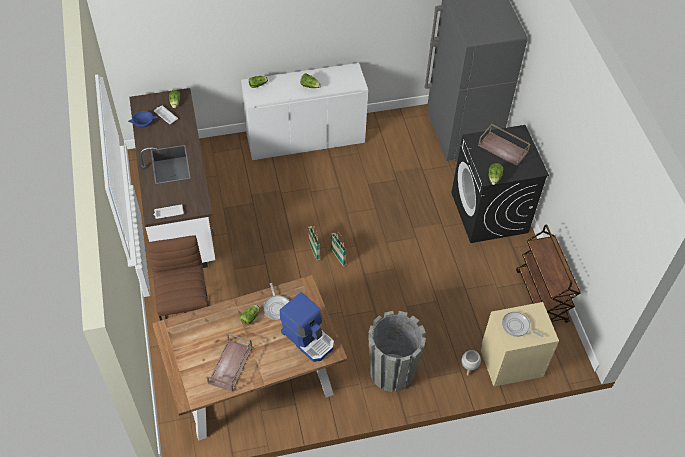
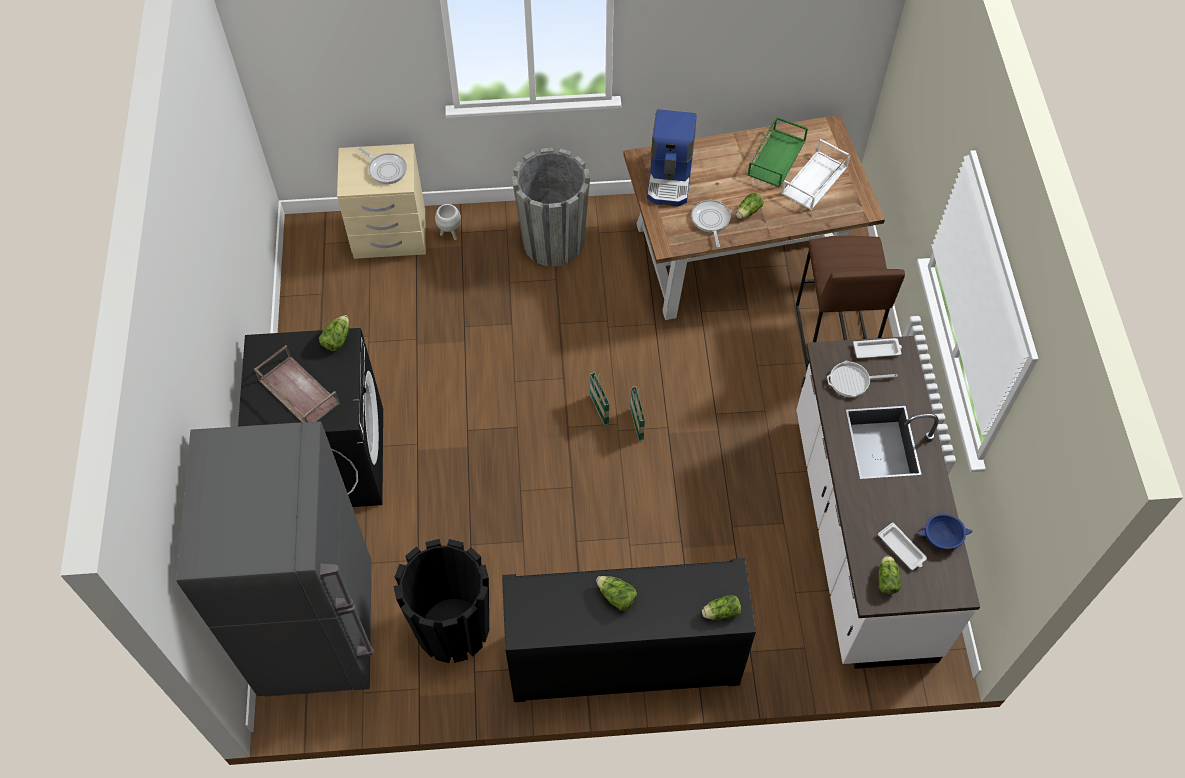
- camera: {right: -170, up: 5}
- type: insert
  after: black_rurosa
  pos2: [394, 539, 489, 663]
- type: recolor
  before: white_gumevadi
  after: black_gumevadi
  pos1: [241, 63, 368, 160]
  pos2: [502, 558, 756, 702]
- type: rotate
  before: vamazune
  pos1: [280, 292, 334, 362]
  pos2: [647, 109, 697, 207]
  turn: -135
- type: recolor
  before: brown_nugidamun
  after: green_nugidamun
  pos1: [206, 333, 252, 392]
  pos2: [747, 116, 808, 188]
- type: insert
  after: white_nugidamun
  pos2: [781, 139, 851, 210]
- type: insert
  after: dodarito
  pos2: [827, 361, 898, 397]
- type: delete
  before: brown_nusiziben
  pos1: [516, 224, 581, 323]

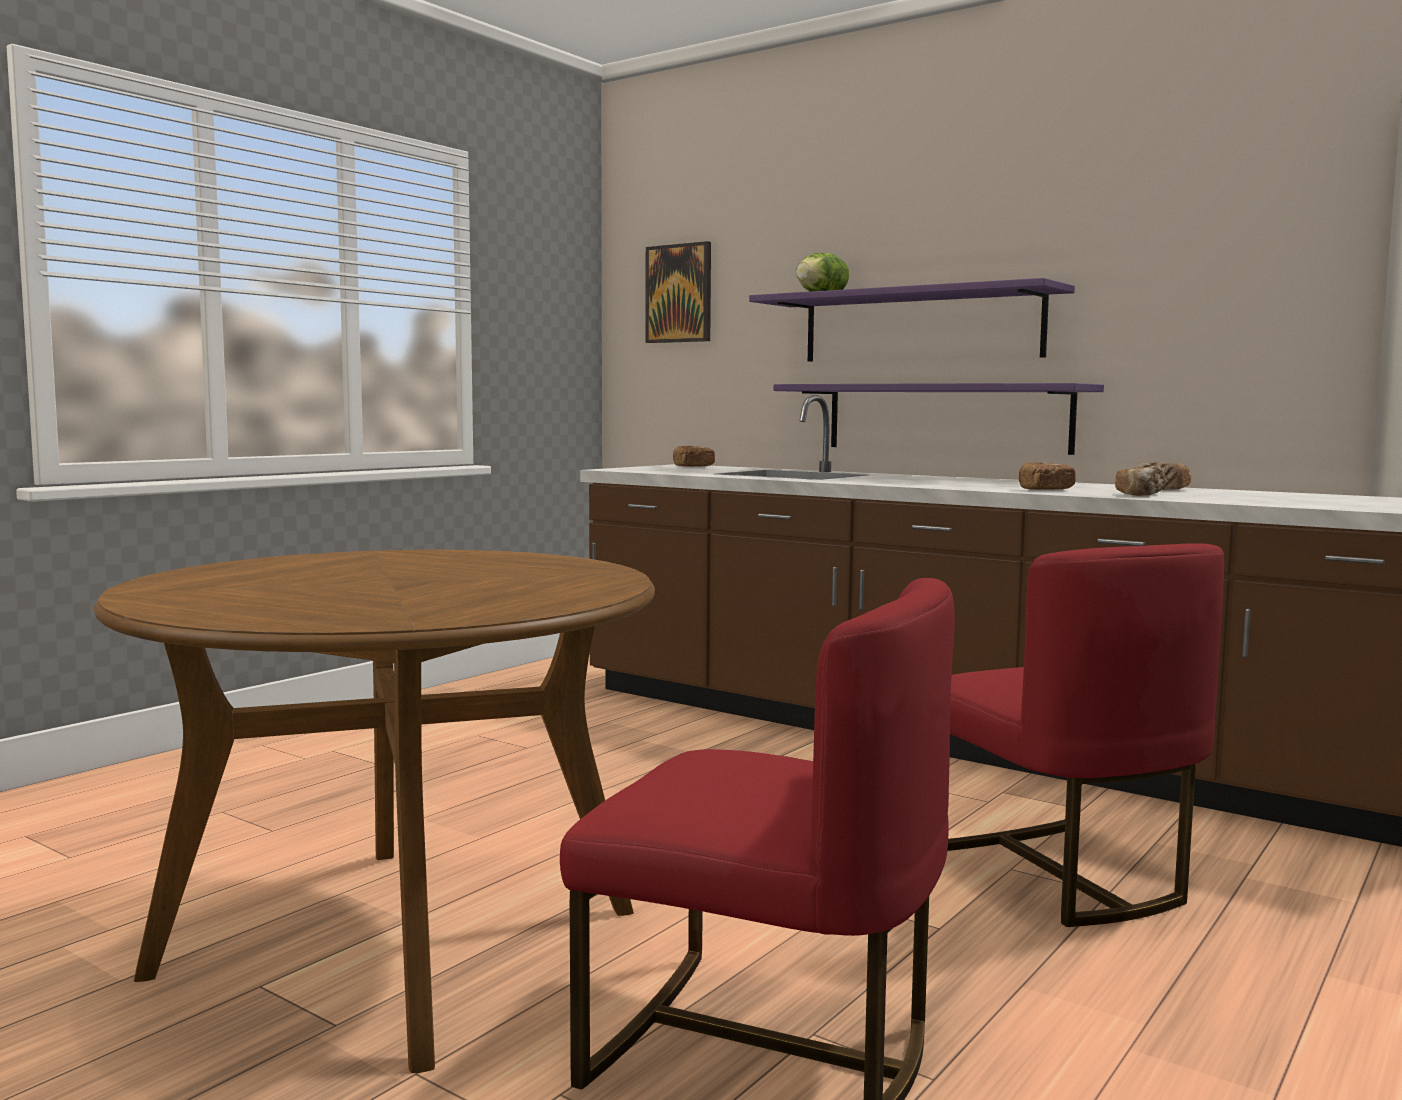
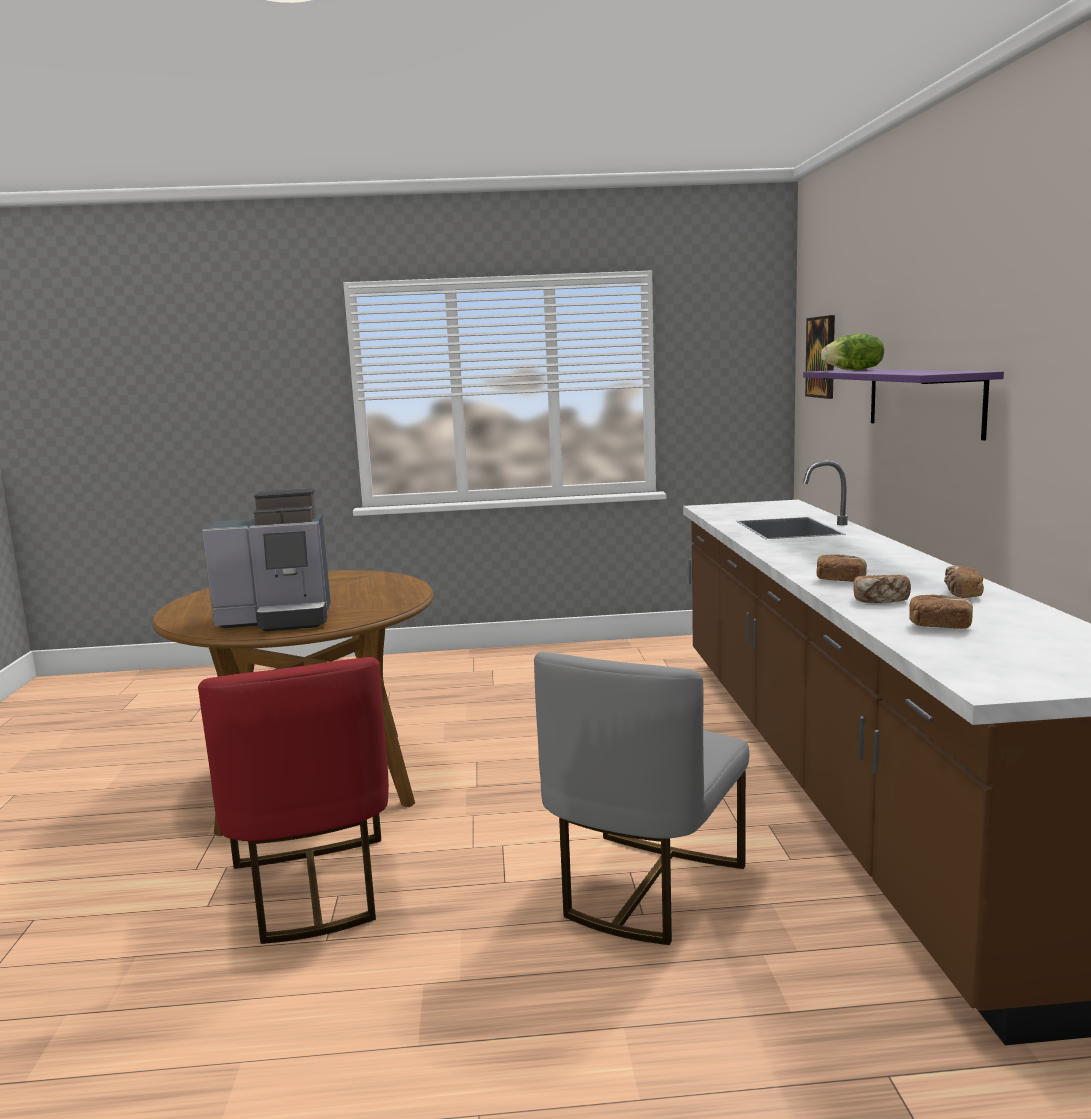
- camera: {right: 50, up: 5}
- type: insert
  after: vamazune
  pos2: [202, 488, 331, 632]
- type: recolor
  before: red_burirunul
  after: grey_burirunul
  pos1: [947, 543, 1224, 927]
  pos2: [534, 652, 749, 945]
- type: move
  before: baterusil
  pos1: [673, 446, 715, 467]
  pos2: [909, 595, 973, 629]
- type: delete
  before: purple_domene
  pos1: [774, 383, 1104, 455]

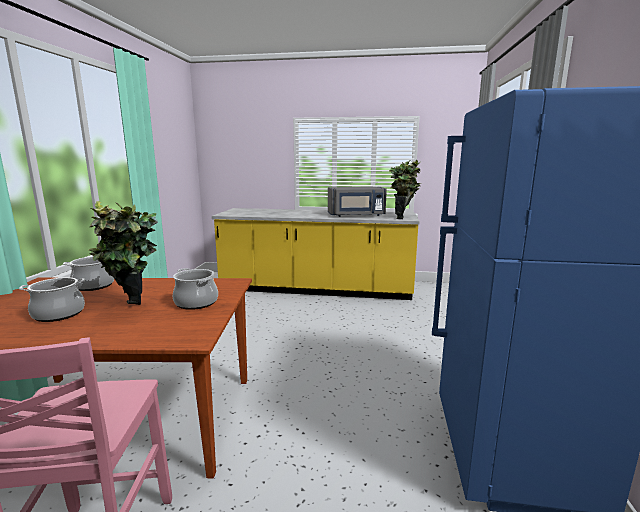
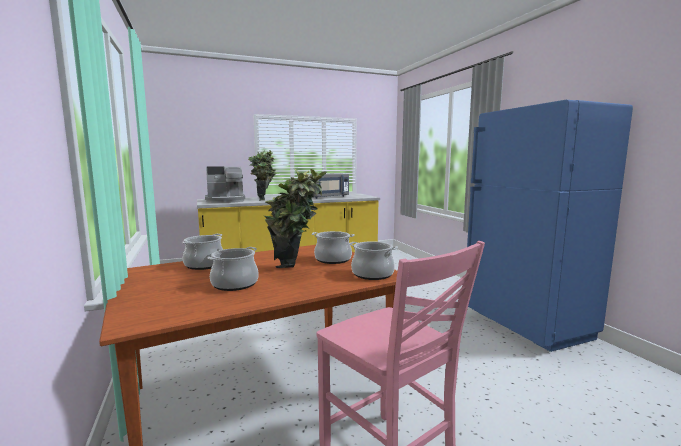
- camera: {right: -30, up: -5}
- type: insert
  after: vamazune
  pos2: [205, 166, 245, 203]
- type: move
  before: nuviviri
  pos1: [389, 160, 421, 219]
  pos2: [248, 150, 276, 201]
- type: insert
  after: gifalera
  pos2: [350, 241, 398, 280]

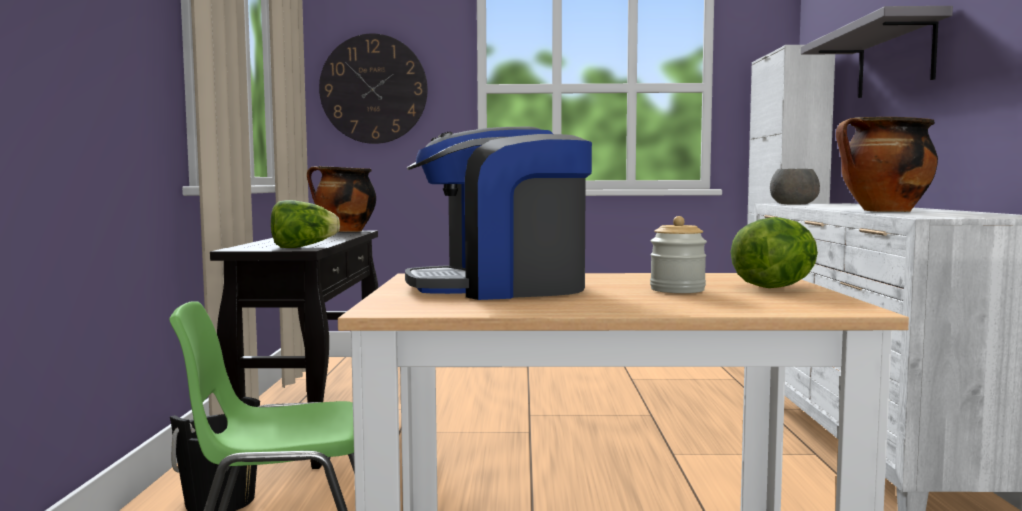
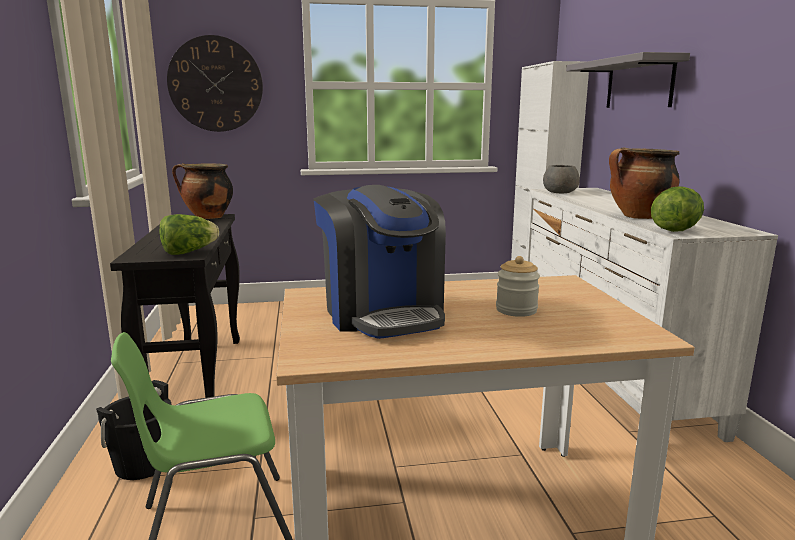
- camera: {right: -10, up: 10}
- type: rotate
  before: vamazune
  pos1: [405, 127, 592, 300]
  pos2: [314, 185, 446, 339]
  turn: -90
- type: move
  before: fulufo
  pos1: [731, 217, 818, 288]
  pos2: [651, 186, 704, 232]

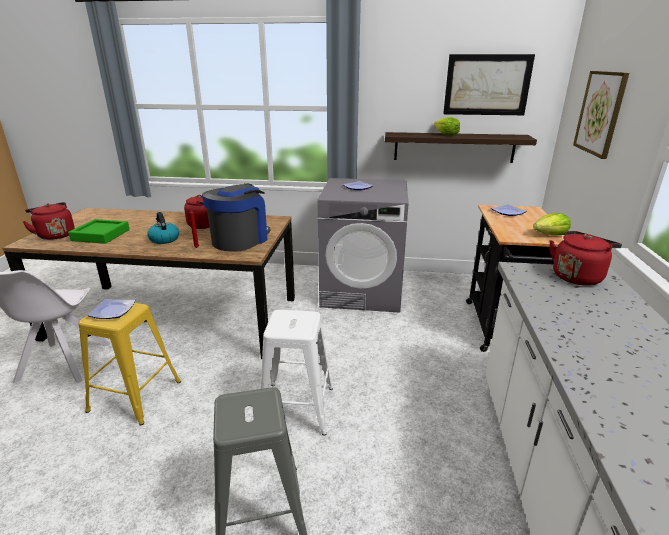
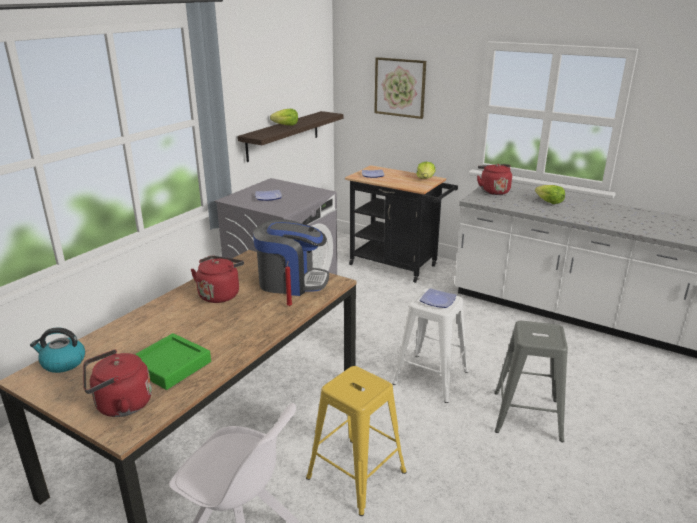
- camera: {right: -65, up: 0}
- type: move
  before: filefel
  pos1: [147, 212, 179, 244]
  pos2: [30, 328, 85, 373]
- type: rotate
  before: vamazune
  pos1: [202, 183, 270, 252]
  pos2: [253, 219, 329, 296]
  turn: 135
- type: move
  before: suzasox
  pos1: [87, 299, 135, 319]
  pos2: [420, 288, 456, 308]
- type: insert
  after: fulufo
  pos2: [535, 185, 565, 204]
- type: delete
  before: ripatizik
  pos1: [443, 54, 535, 115]

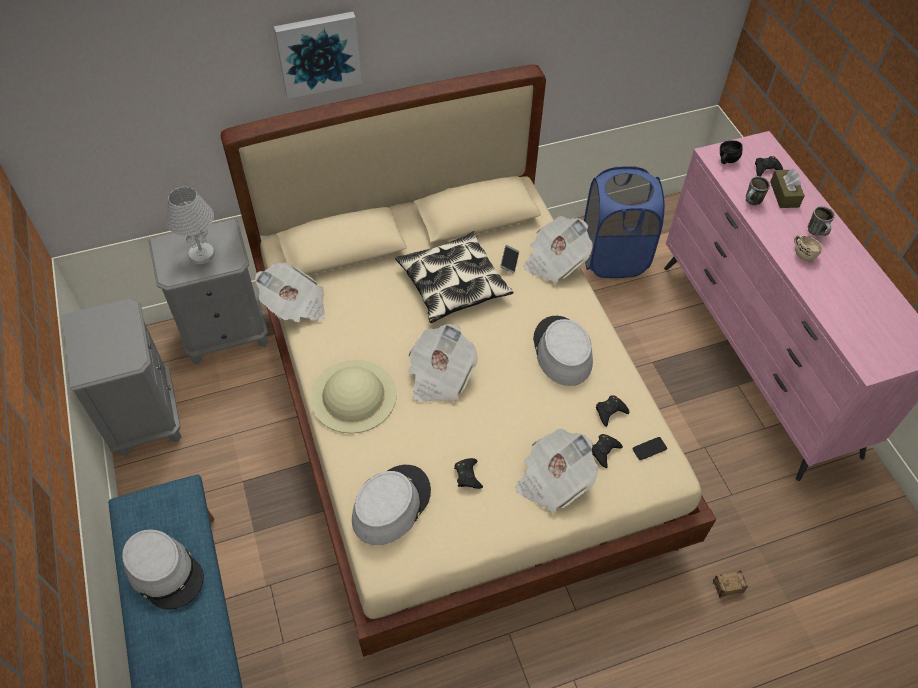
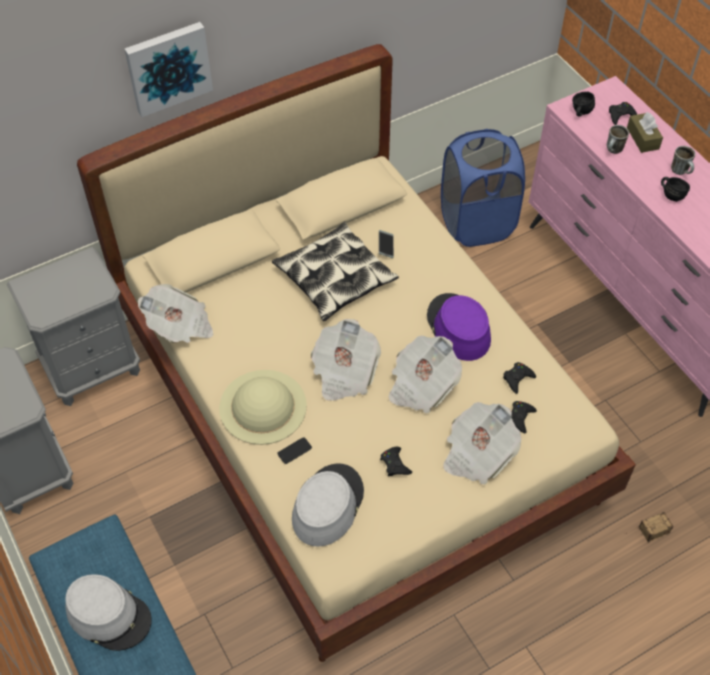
- camera: {right: -10, up: 0}
- type: move
  before: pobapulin
  pos1: [632, 437, 667, 460]
  pos2: [277, 437, 312, 464]
- type: move
  before: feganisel
  pos1: [523, 216, 593, 283]
  pos2: [388, 335, 462, 413]
- type: recolor
  before: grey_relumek
  after: purple_relumek
  pos1: [533, 316, 593, 386]
  pos2: [427, 293, 491, 361]
- type: recolor
  before: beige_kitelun
  after: black_kitelun
  pos1: [794, 235, 823, 261]
  pos2: [661, 177, 690, 202]
- type: delete
  before: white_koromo
  pos1: [166, 187, 215, 264]

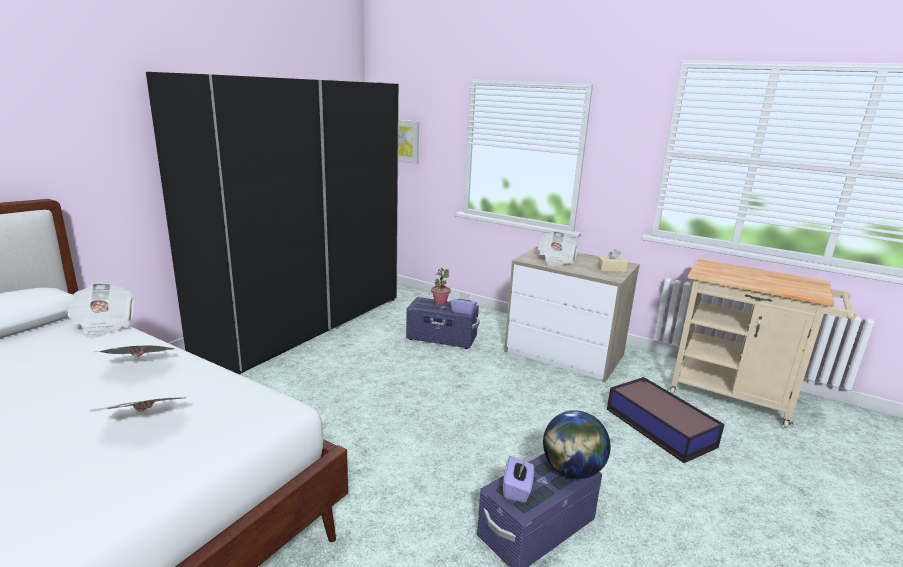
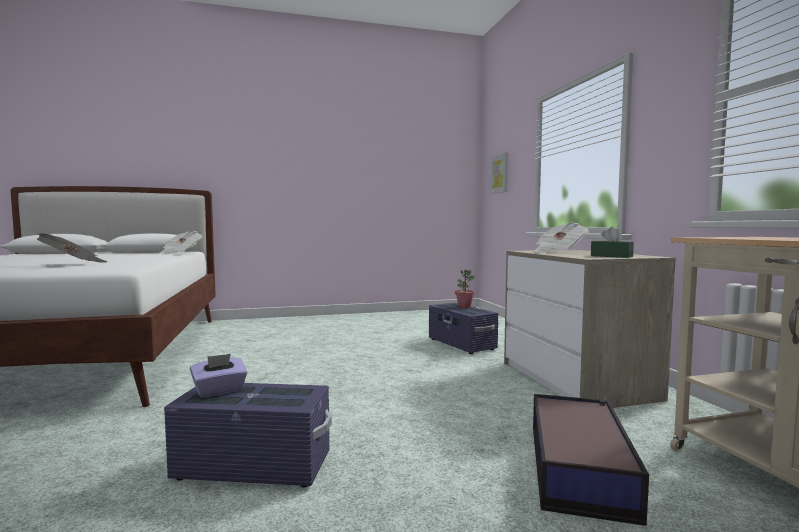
- camera: {right: 45, up: -15}
- type: recolor
  before: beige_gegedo
  after: green_gegedo
  pos1: [597, 249, 628, 272]
  pos2: [591, 227, 634, 258]
- type: delete
  before: feganisel
  pos1: [95, 346, 175, 357]
- type: delete
  before: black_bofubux
  pos1: [146, 72, 399, 375]
- type: delete
  before: purple_gegedo
  pos1: [450, 293, 477, 315]
- type: delete
  before: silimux
  pos1: [543, 410, 611, 479]

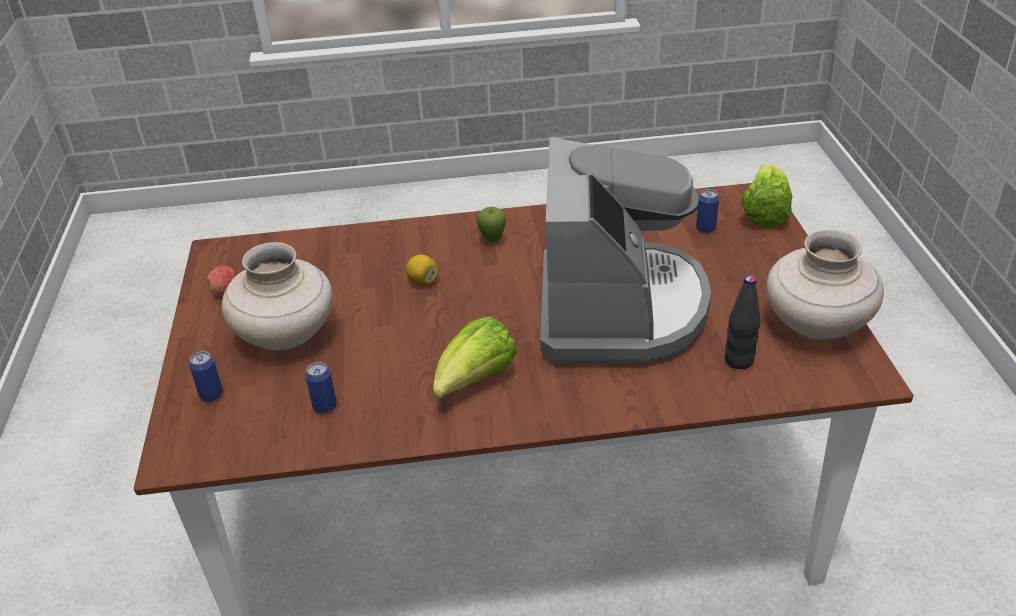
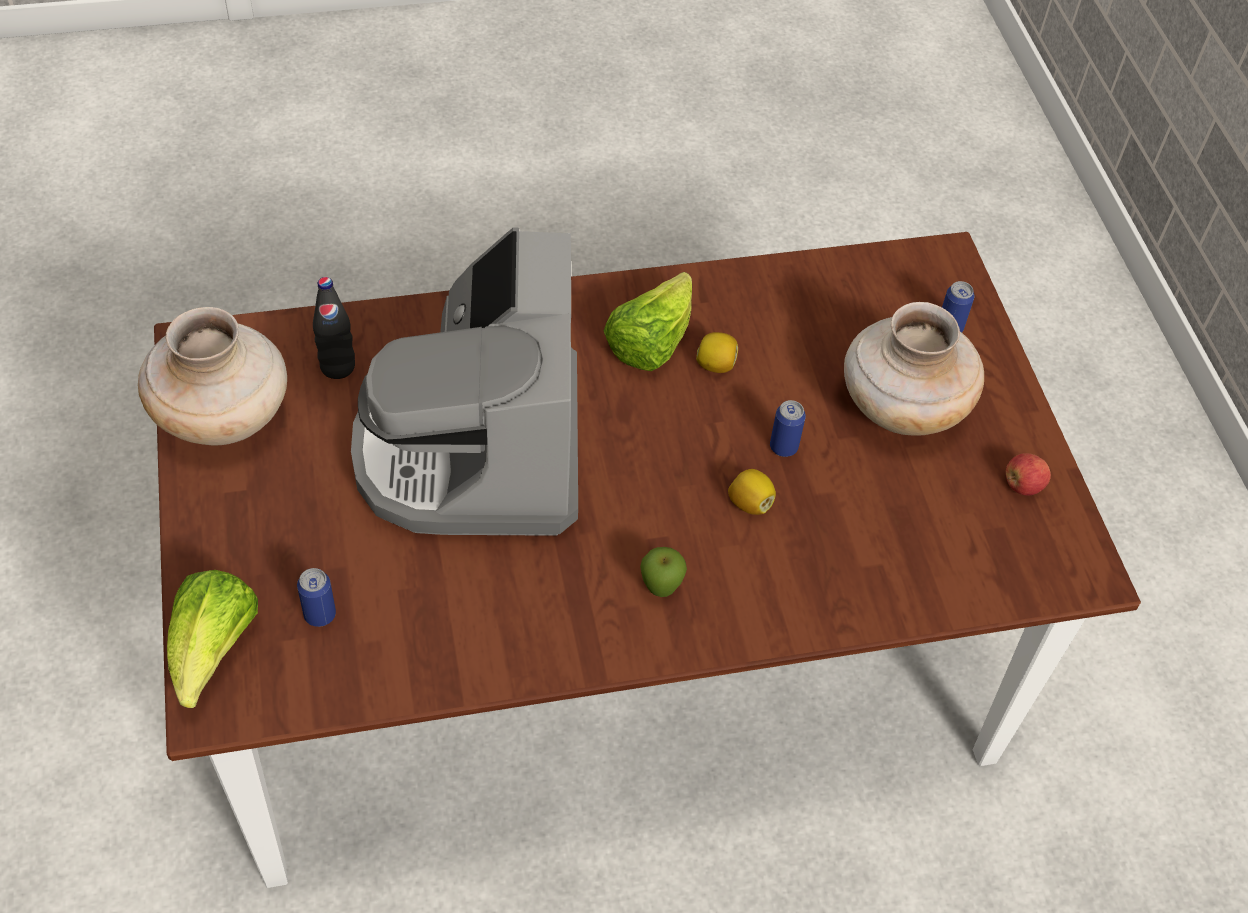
- camera: {right: 170, up: 15}
- type: insert
  after: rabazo
  pos2: [696, 332, 738, 373]
- type: move
  before: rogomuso
  pos1: [305, 362, 337, 413]
  pos2: [770, 400, 806, 457]

